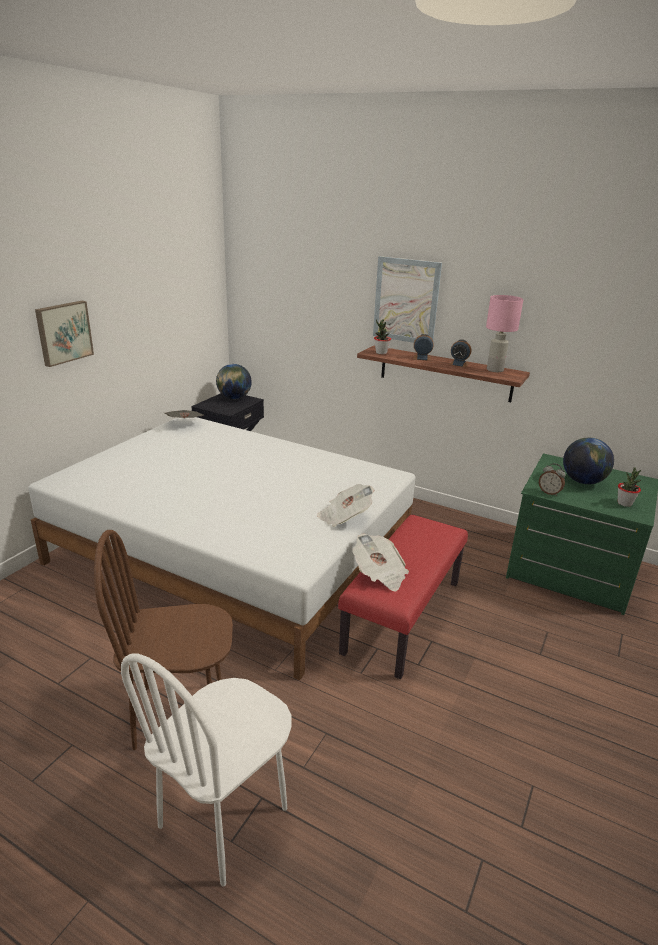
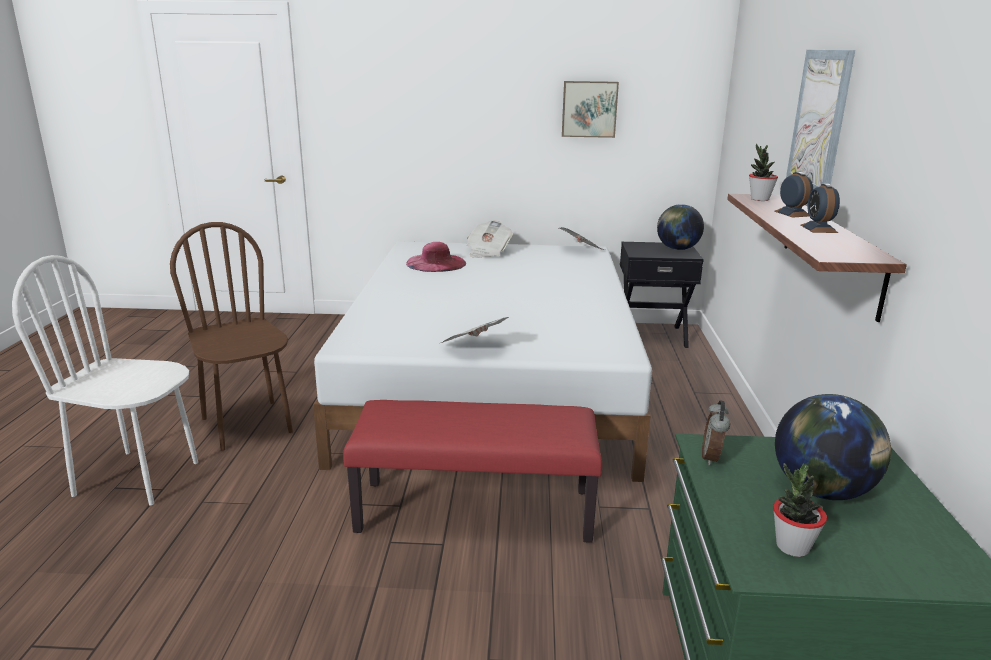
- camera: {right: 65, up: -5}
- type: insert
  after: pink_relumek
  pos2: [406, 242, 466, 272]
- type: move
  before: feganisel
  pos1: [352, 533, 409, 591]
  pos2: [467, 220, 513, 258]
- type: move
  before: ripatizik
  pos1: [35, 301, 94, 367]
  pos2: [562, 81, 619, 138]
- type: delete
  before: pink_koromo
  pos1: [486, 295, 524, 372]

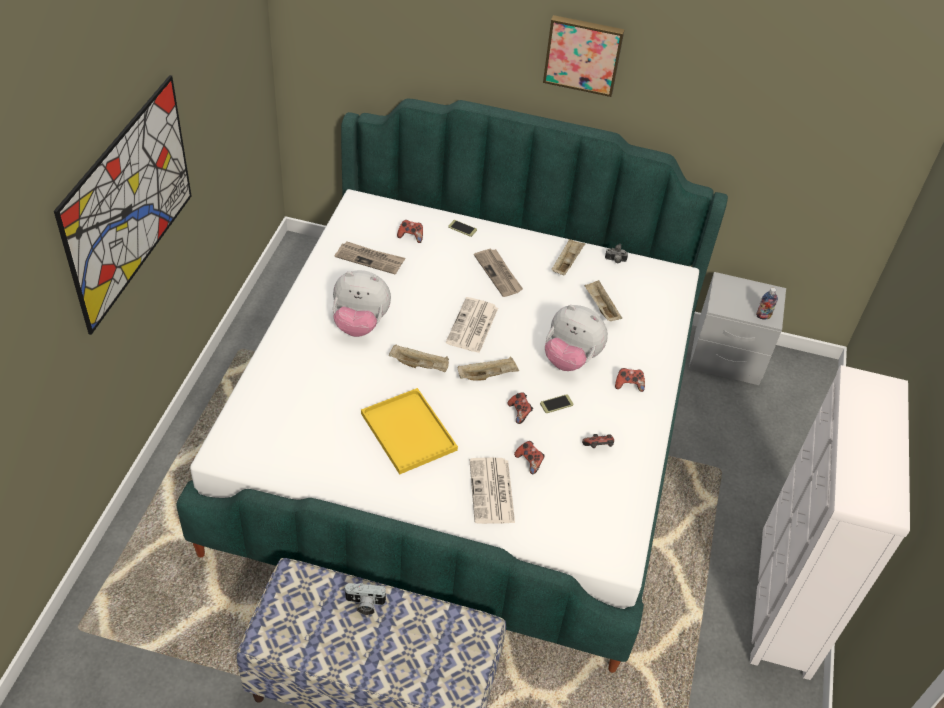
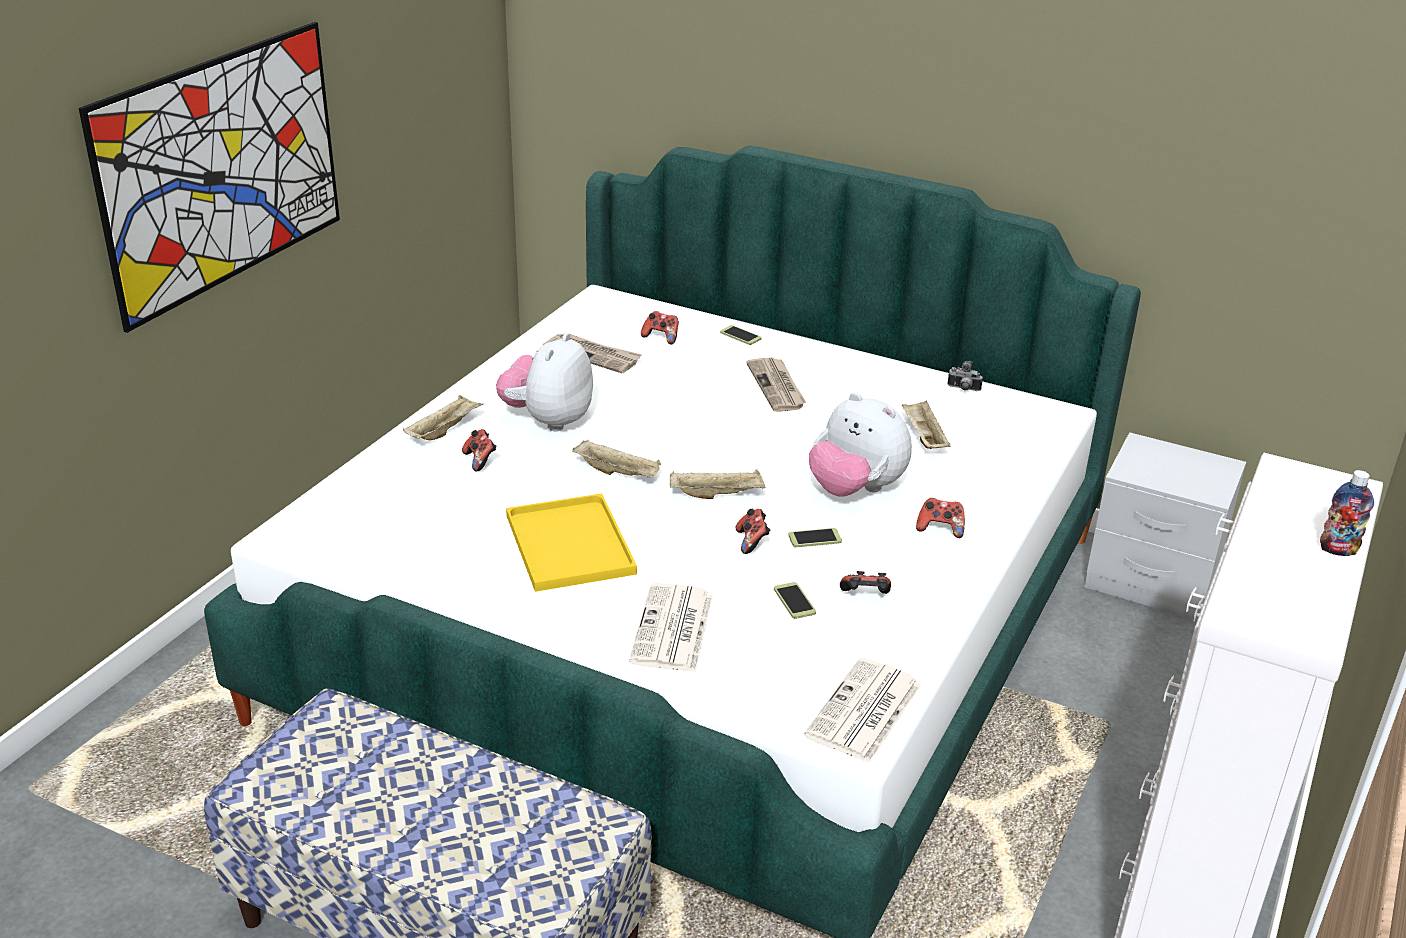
- camera: {right: 15, up: -15}
- type: move
  before: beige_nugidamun
  pos1: [552, 239, 586, 275]
  pos2: [403, 395, 483, 440]
- type: move
  before: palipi
  pos1: [514, 441, 545, 474]
  pos2: [462, 429, 497, 471]
- type: rotate
  before: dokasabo
  pos1: [332, 270, 391, 337]
  pos2: [496, 333, 593, 431]
  turn: 90
- type: insert
  after: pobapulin
  pos2: [774, 582, 816, 619]
- type: move
  before: feganisel
  pos1: [446, 297, 498, 353]
  pos2: [804, 658, 921, 763]
- type: move
  before: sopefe
  pos1: [756, 288, 778, 320]
  pos2: [1320, 470, 1374, 556]
- type: delete
  before: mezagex
  pos1: [344, 583, 387, 615]
- type: delete
  before: ripatizik
  pos1: [543, 15, 625, 97]

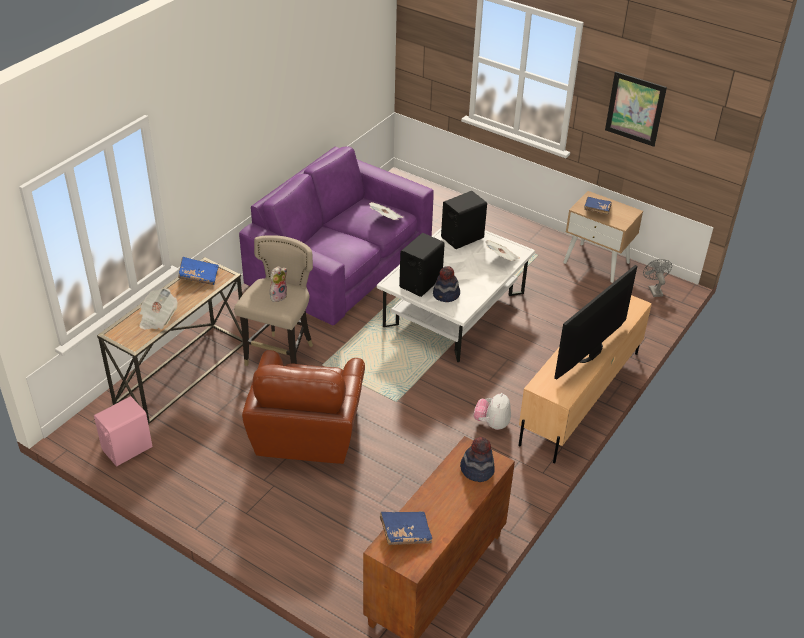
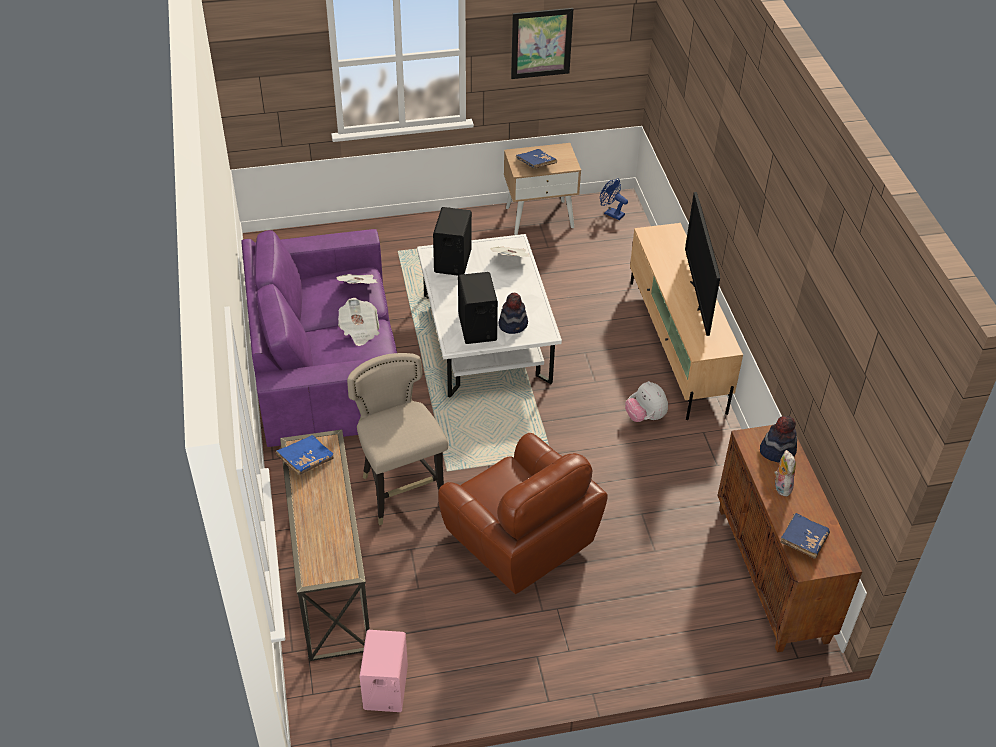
- camera: {right: -45, up: 5}
- type: move
  before: feganisel
  pos1: [139, 288, 178, 329]
  pos2: [338, 298, 379, 346]
- type: recolor
  before: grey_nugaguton
  after: blue_nugaguton
  pos1: [643, 259, 672, 297]
  pos2: [600, 178, 628, 220]
- type: move
  before: dokasabo
  pos1: [270, 266, 287, 302]
  pos2: [774, 450, 796, 497]

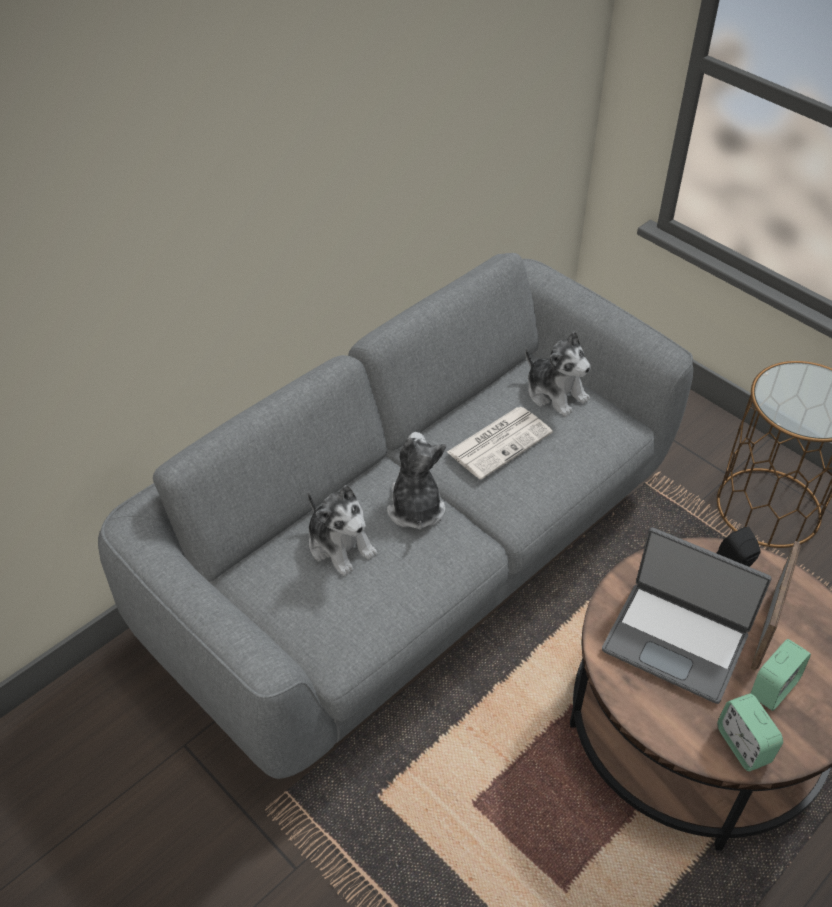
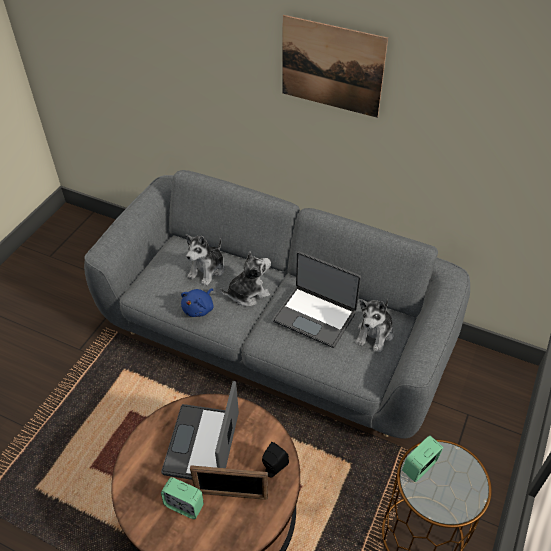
- camera: {right: 70, up: 0}
- type: insert
  after: blue_dokasabo
  pos2: [181, 289, 213, 317]
- type: replace
  before: feganisel
  after: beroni
  pos1: [447, 407, 553, 480]
  pos2: [272, 251, 361, 348]
- type: insert
  after: ripatizik
  pos2: [282, 15, 388, 118]
- type: move
  before: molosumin
  pos1: [717, 694, 783, 771]
  pos2: [402, 436, 443, 482]

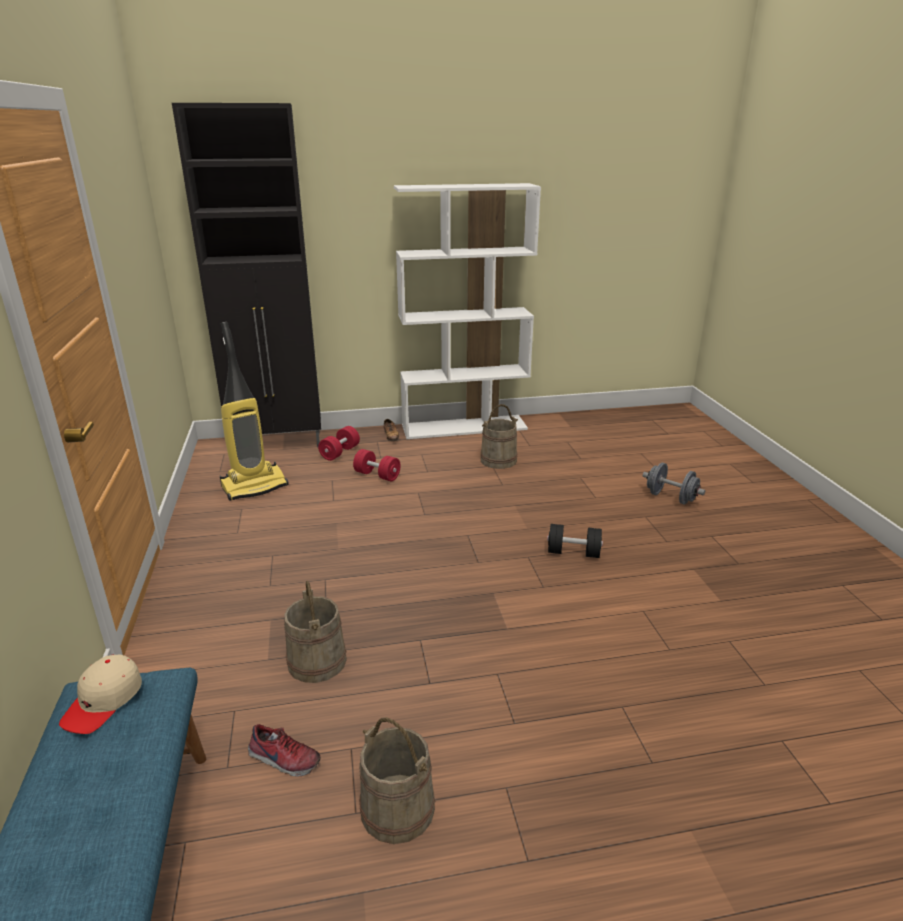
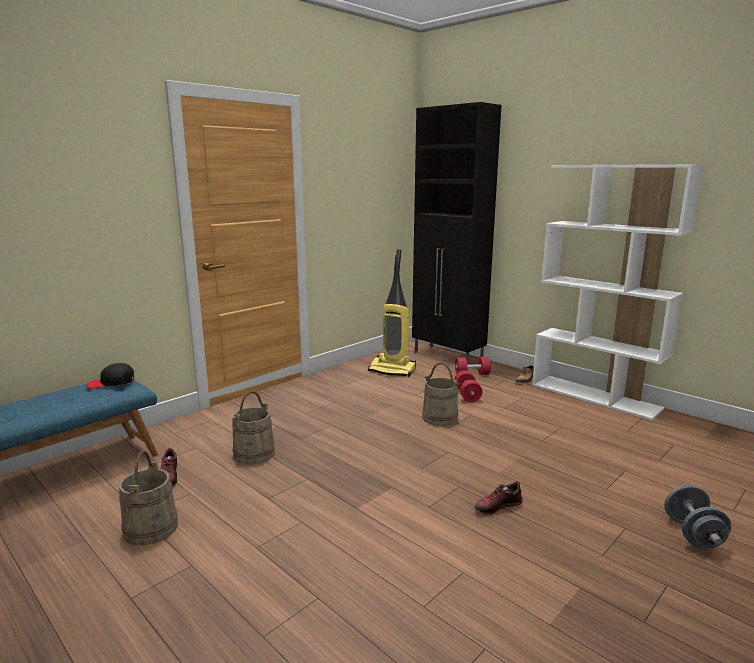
- camera: {right: 55, up: -10}
- type: recolor
  before: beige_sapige
  after: black_sapige
  pos1: [59, 655, 142, 734]
  pos2: [87, 363, 134, 389]
- type: move
  before: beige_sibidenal
  pos1: [480, 404, 518, 469]
  pos2: [422, 363, 459, 426]
- type: replace
  before: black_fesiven
  after: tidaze
  pos1: [547, 524, 603, 558]
  pos2: [475, 481, 523, 515]

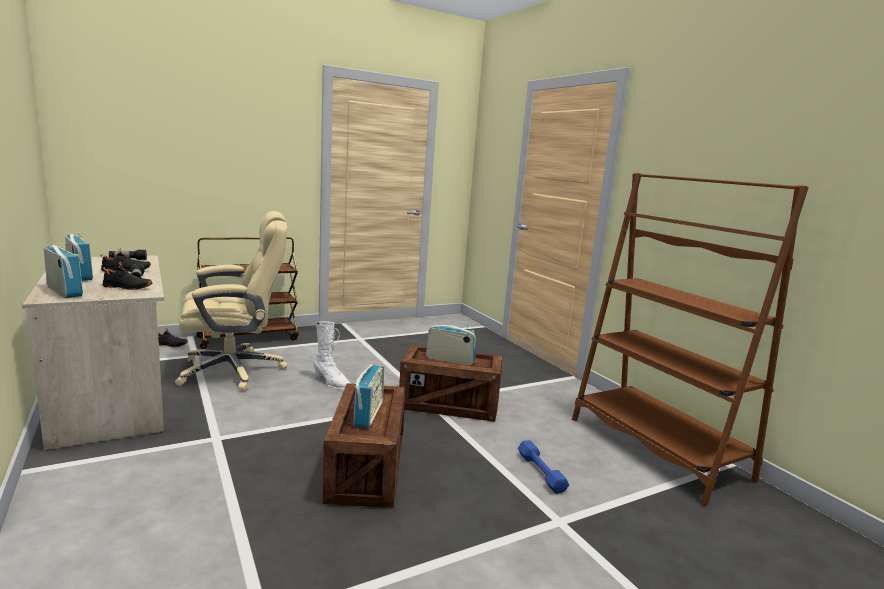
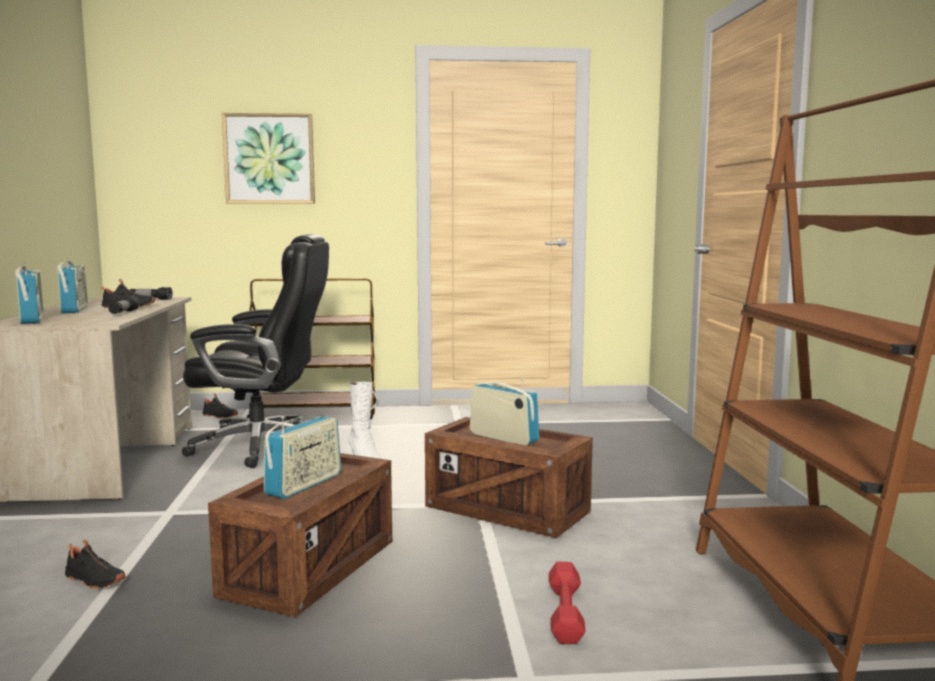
- camera: {right: 25, up: -5}
- type: move
  before: black_tidaze
  pos1: [102, 261, 152, 290]
  pos2: [65, 539, 126, 589]
- type: recolor
  before: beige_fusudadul
  after: black_fusudadul
  pos1: [175, 211, 287, 391]
  pos2: [182, 234, 329, 468]
- type: insert
  after: ripatizik
  pos2: [222, 113, 315, 204]
- type: recolor
  before: blue_fesiven
  after: red_fesiven
  pos1: [518, 440, 569, 494]
  pos2: [549, 562, 585, 644]

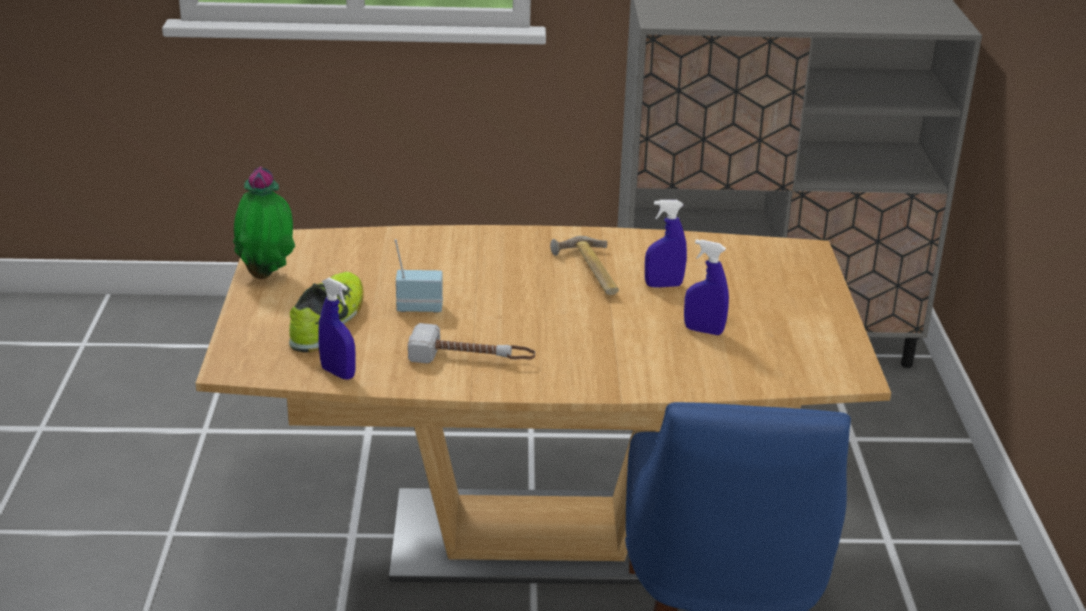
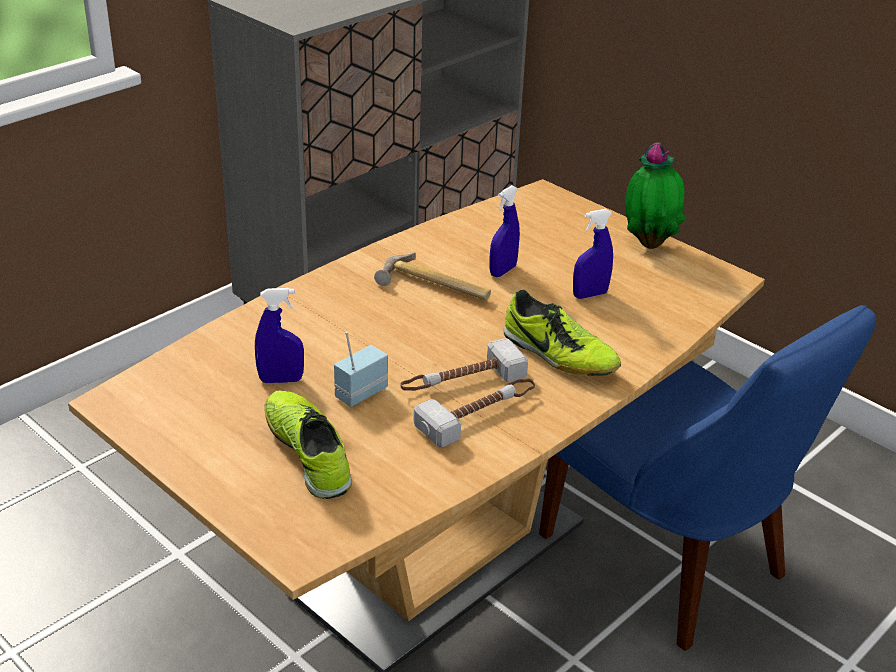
- camera: {right: -45, up: 5}
- type: move
  before: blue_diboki
  pos1: [318, 278, 356, 380]
  pos2: [255, 288, 304, 383]
- type: insert
  after: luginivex
  pos2: [401, 338, 528, 391]
- type: insert
  after: tidaze
  pos2: [503, 289, 621, 376]
- type: move
  before: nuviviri
  pos1: [233, 167, 295, 279]
  pos2: [625, 142, 686, 249]

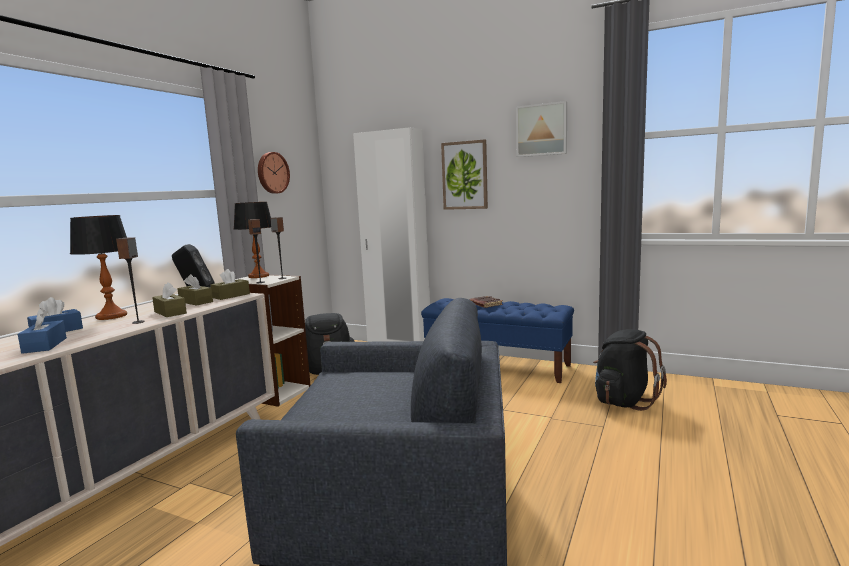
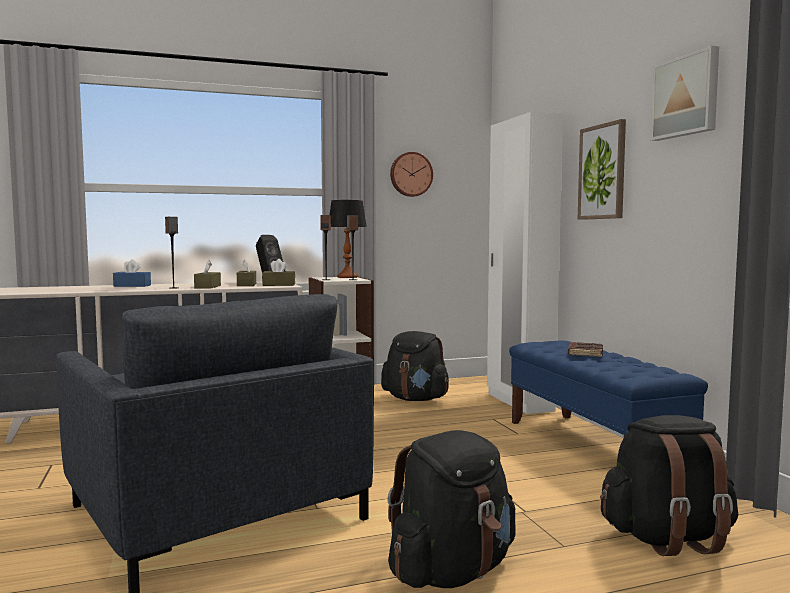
- camera: {right: 45, up: -5}
- type: insert
  after: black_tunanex
  pos2: [387, 430, 516, 588]
- type: delete
  before: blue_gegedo
  pos1: [18, 308, 67, 354]
- type: delete
  before: koromo
  pos1: [70, 215, 127, 320]

